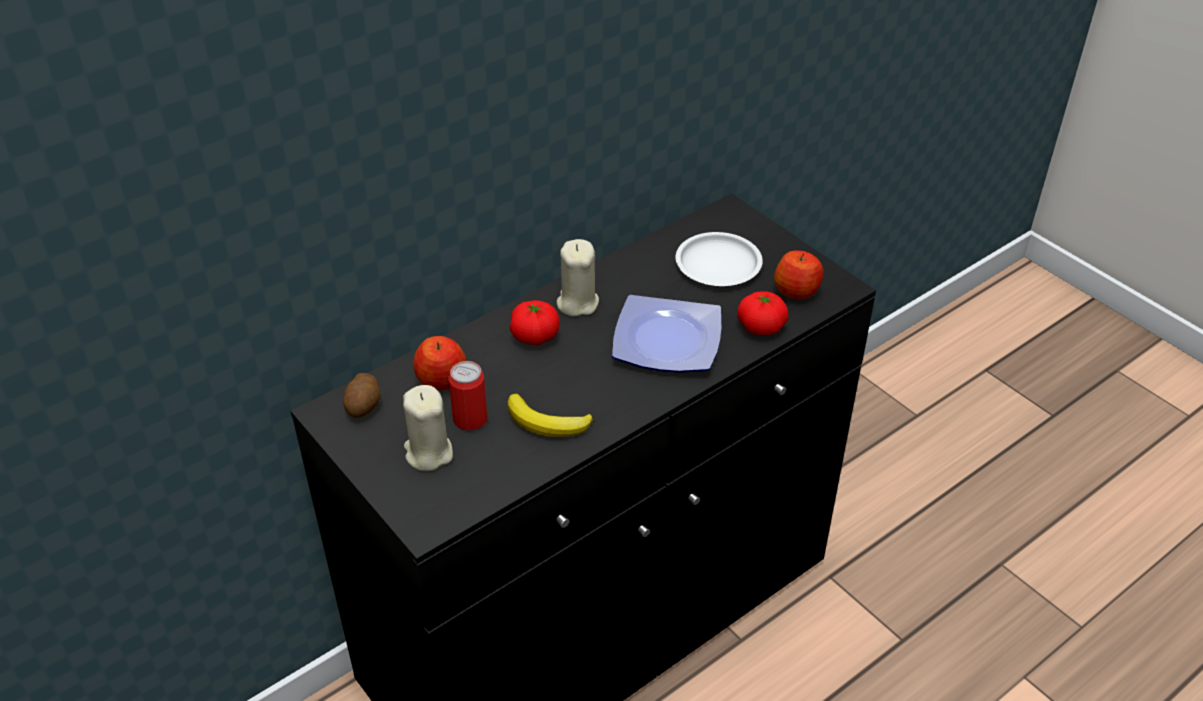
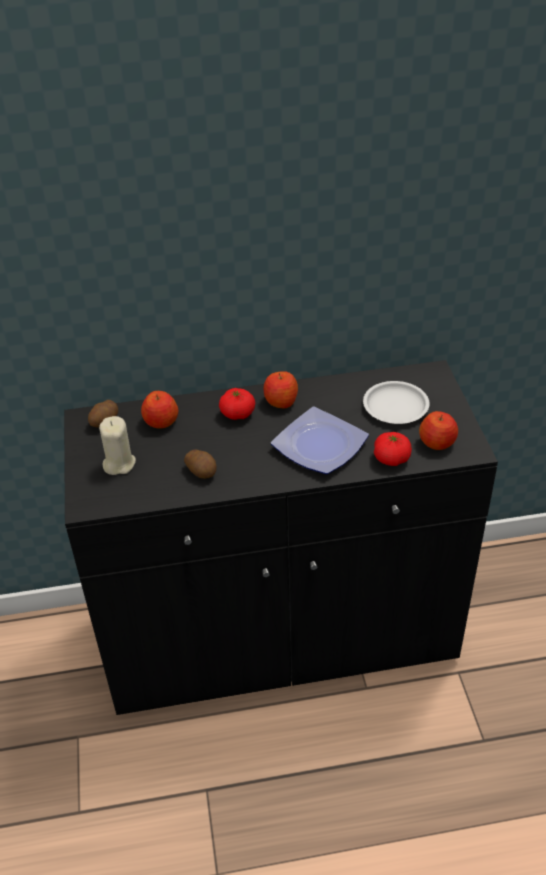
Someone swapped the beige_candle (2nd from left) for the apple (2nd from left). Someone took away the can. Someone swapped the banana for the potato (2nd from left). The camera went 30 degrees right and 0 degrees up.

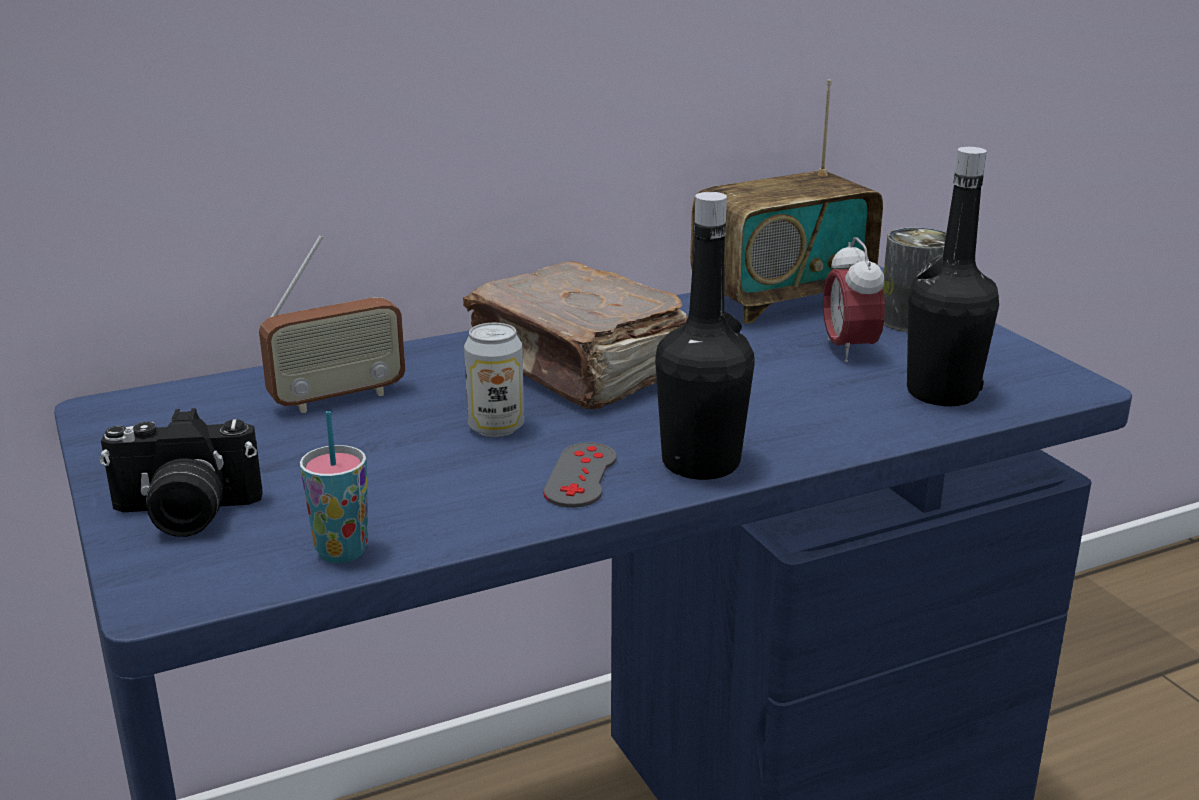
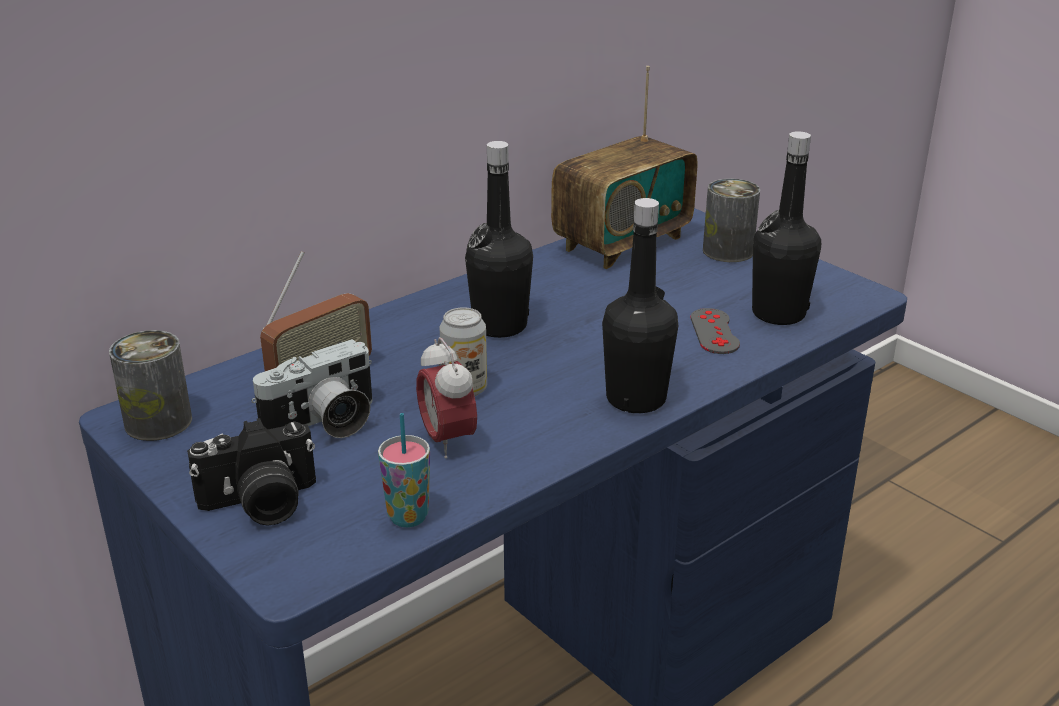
Someone carried the alarm_clock. Someone swapped the brown_book for the black_bottle (1st from left). Someone carried the grey_game_controller. Someone put down the can (1st from left). Someone put down the photo_camera (2nd from left). The camera went 15 degrees left and 5 degrees up.

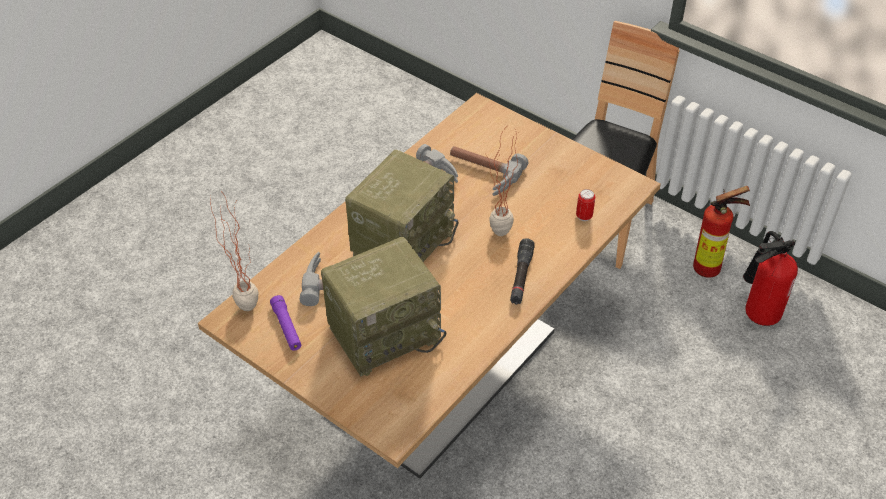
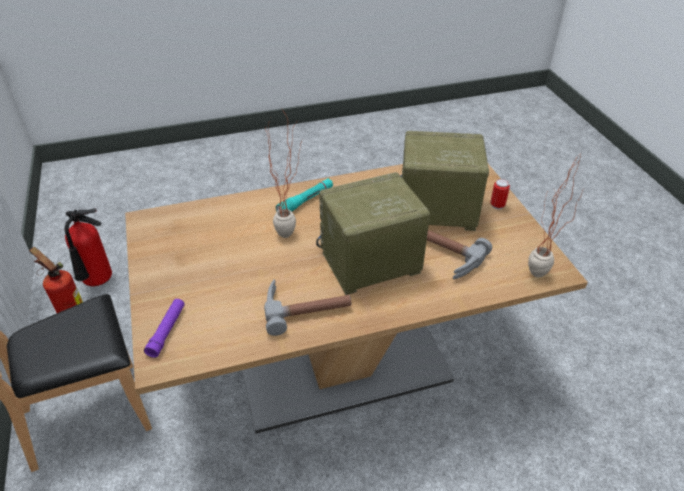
Someone took away the hammer (3rd from left). Someone carried the can. Someone repainted the black_flashlight, which became the turquoise_flashlight. Someone carried the purple_flashlight. The camera went 145 degrees left and 5 degrees down.

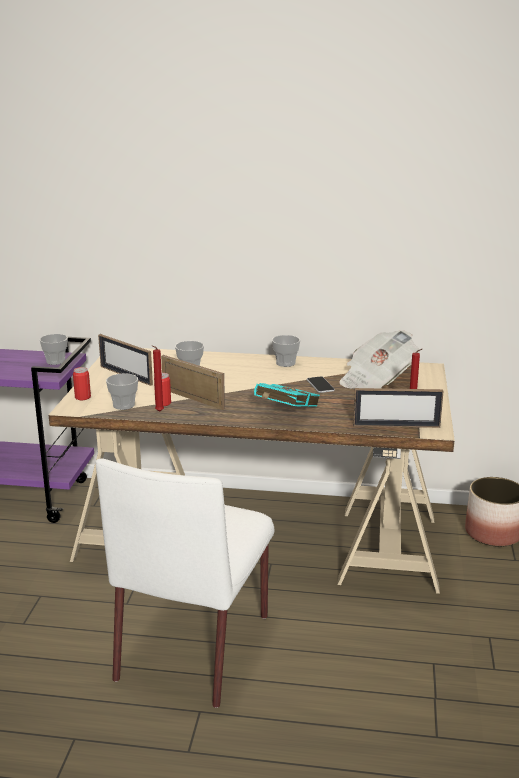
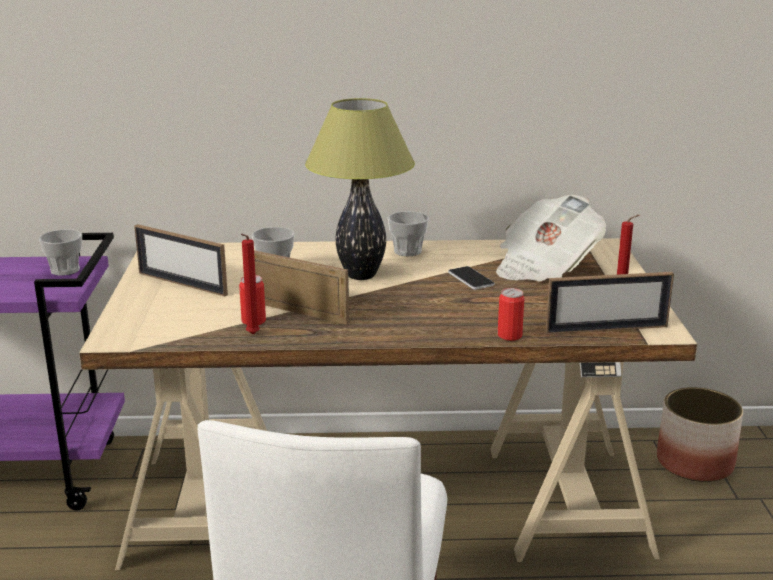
Someone carried the can (1st from left in the first image). Someone took away the cup (2nd from left). Someone took away the turquoise_book. Someone put down the table_lamp. The camera went 10 degrees left and 0 degrees up.

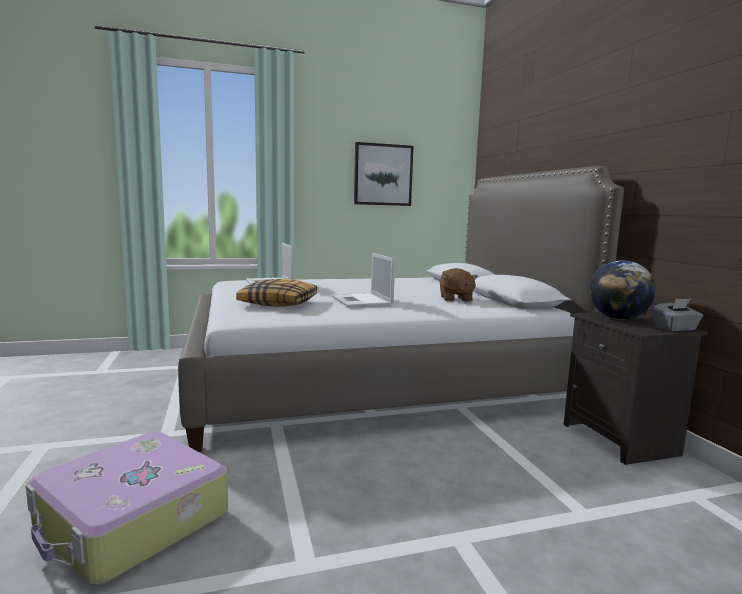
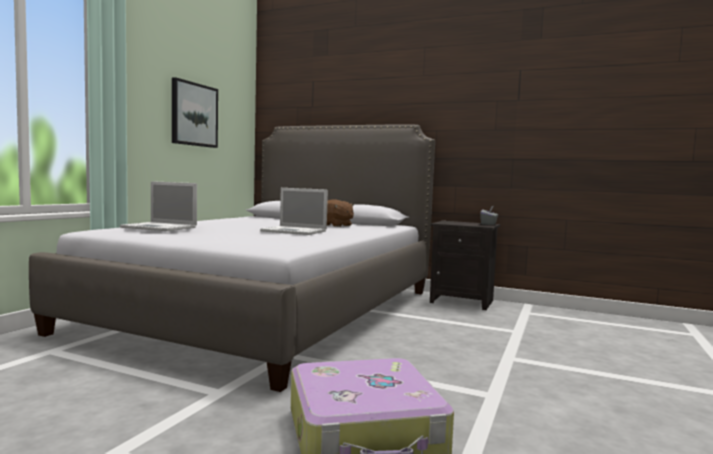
Someone took away the globe. Someone took away the pillow. The camera went 50 degrees left and 5 degrees down.

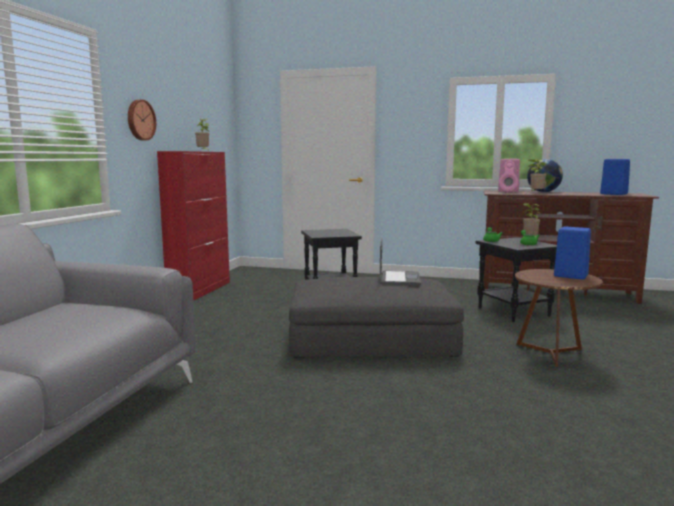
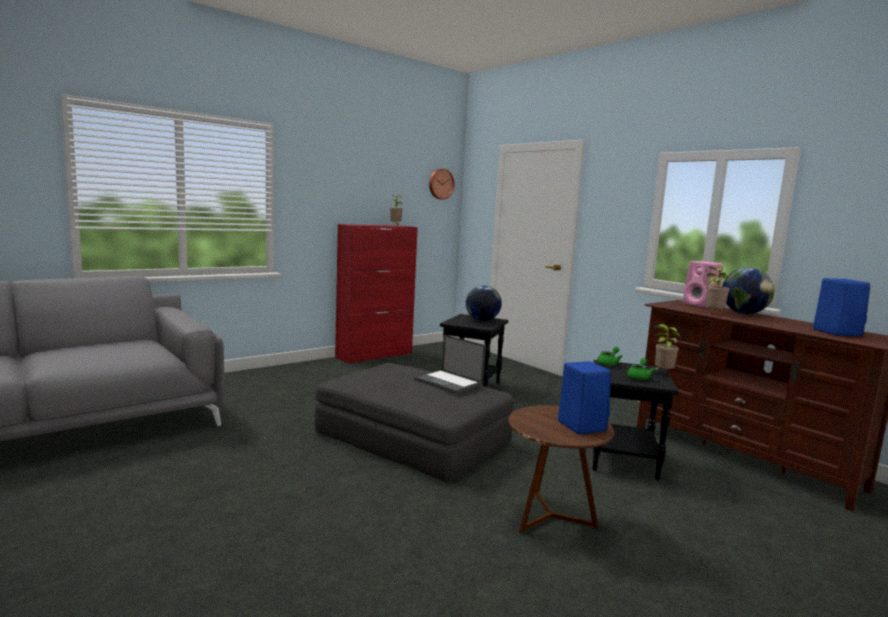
Someone carried the wall_clock. Someone rotated the laptop by 90 degrees clockwise. Someone put down the globe (1st from left). The camera went 35 degrees right and 0 degrees up.

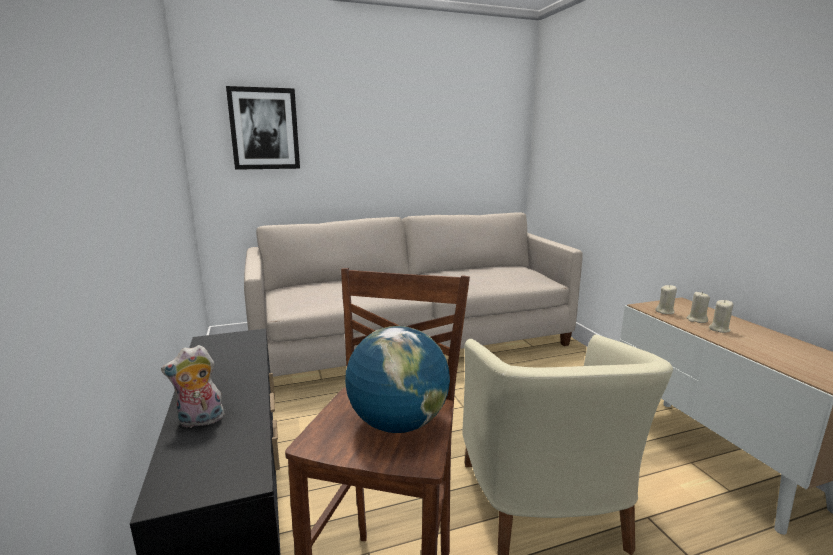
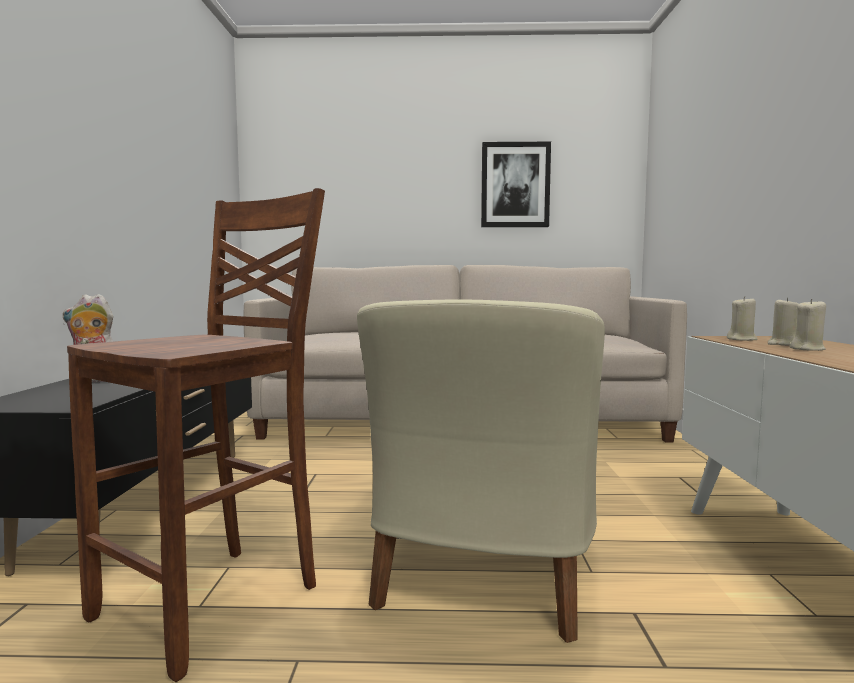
Someone carried the picture. Someone took away the globe. The camera went 20 degrees right and 10 degrees down.

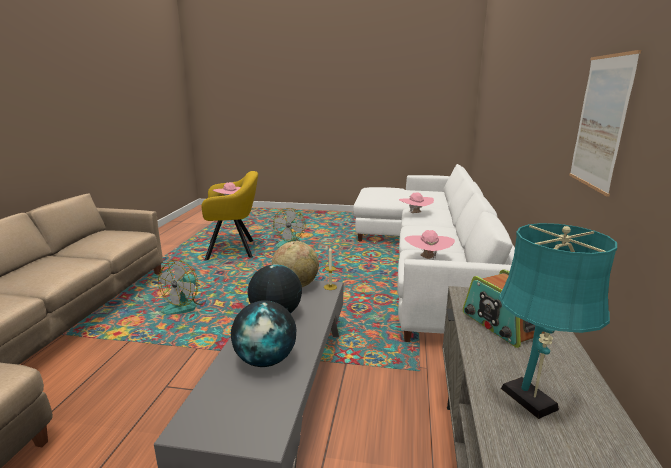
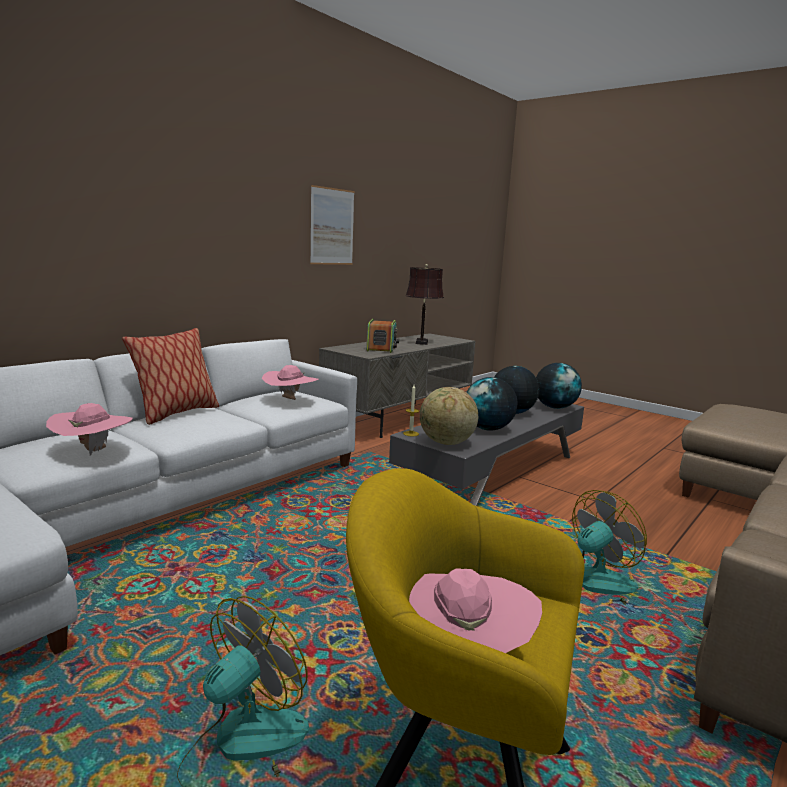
Someone repainted the turquoise_table_lamp, which became the brown_table_lamp. Someone put down the pillow. Someone put down the globe (4th from left). The camera went 150 degrees left and 5 degrees down.

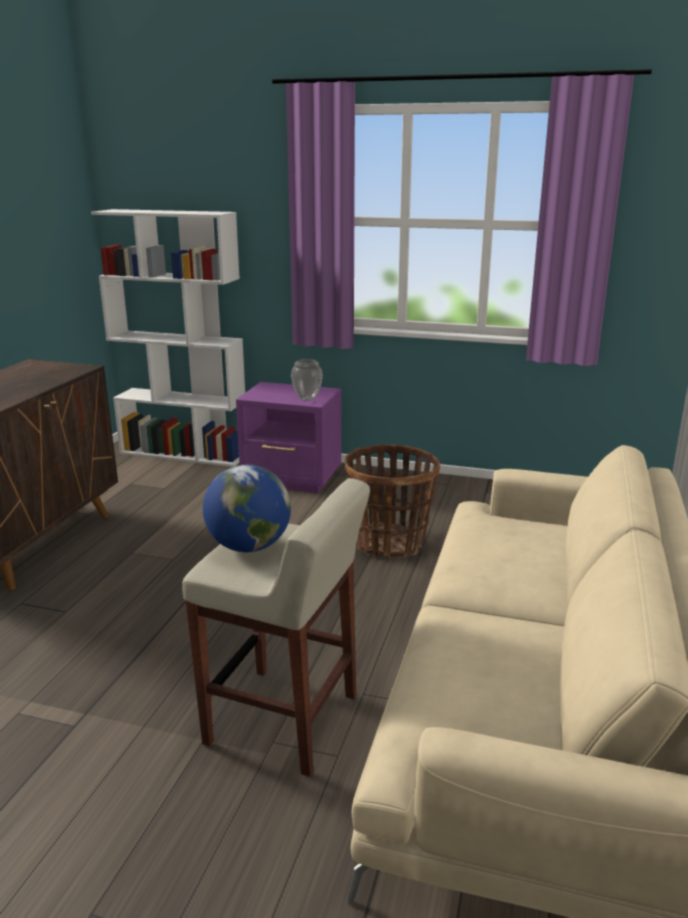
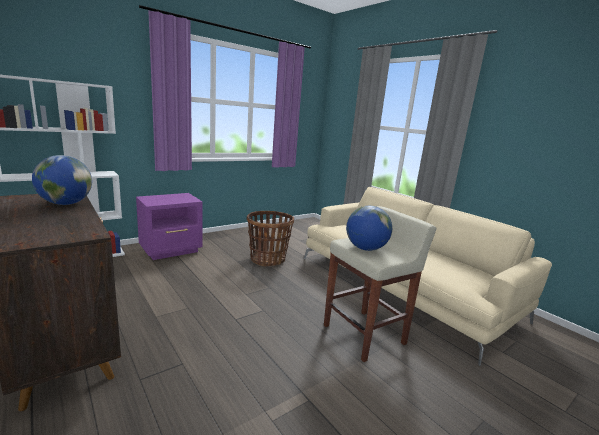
Someone took away the vase. Someone put down the globe (1st from left). The camera went 55 degrees left and 5 degrees down.

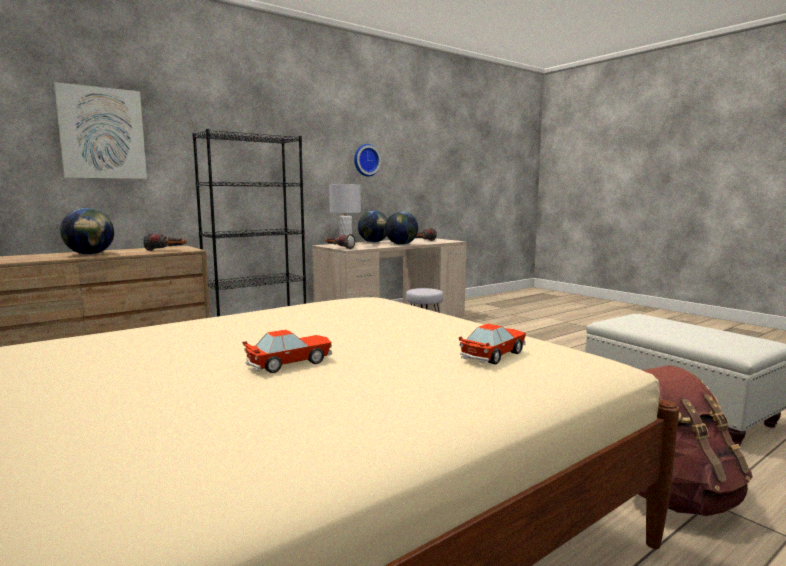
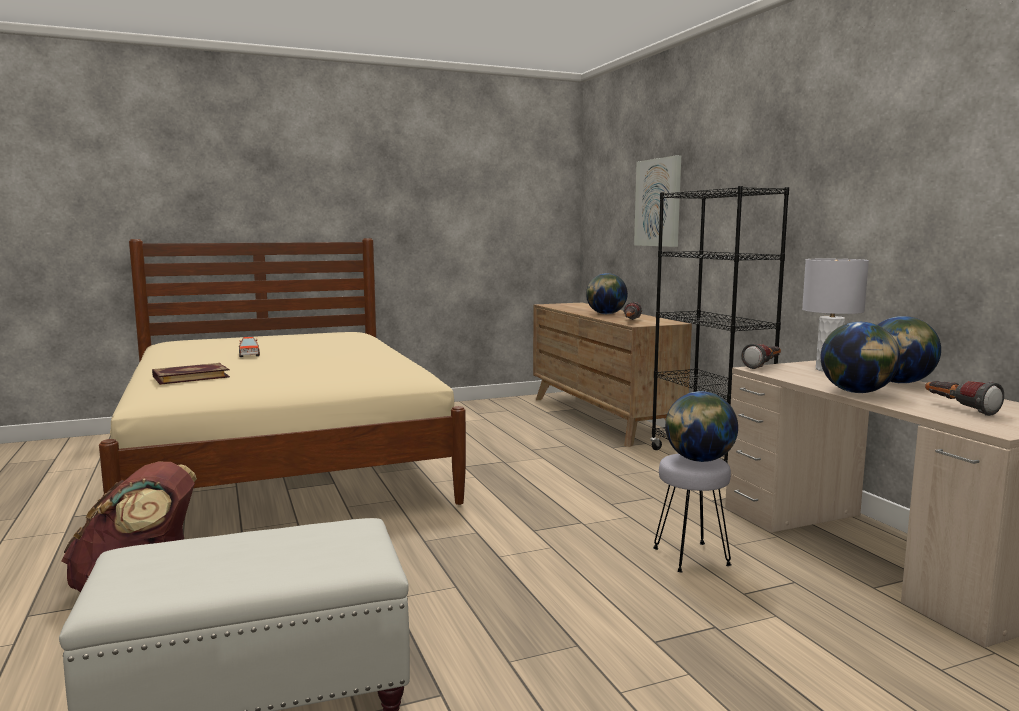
Someone took away the wall_clock. Someone swapped the toy_car (2nd from left) for the book. Someone put down the globe (2nd from left). The camera went 105 degrees right and 0 degrees up.

